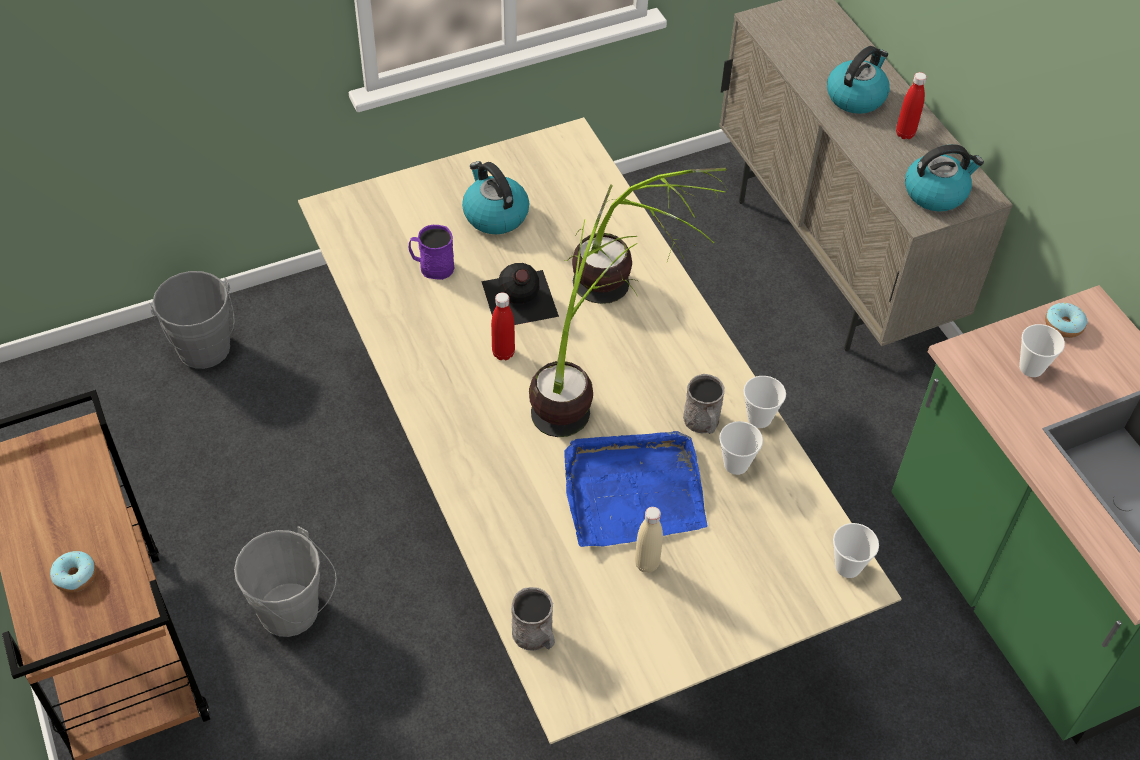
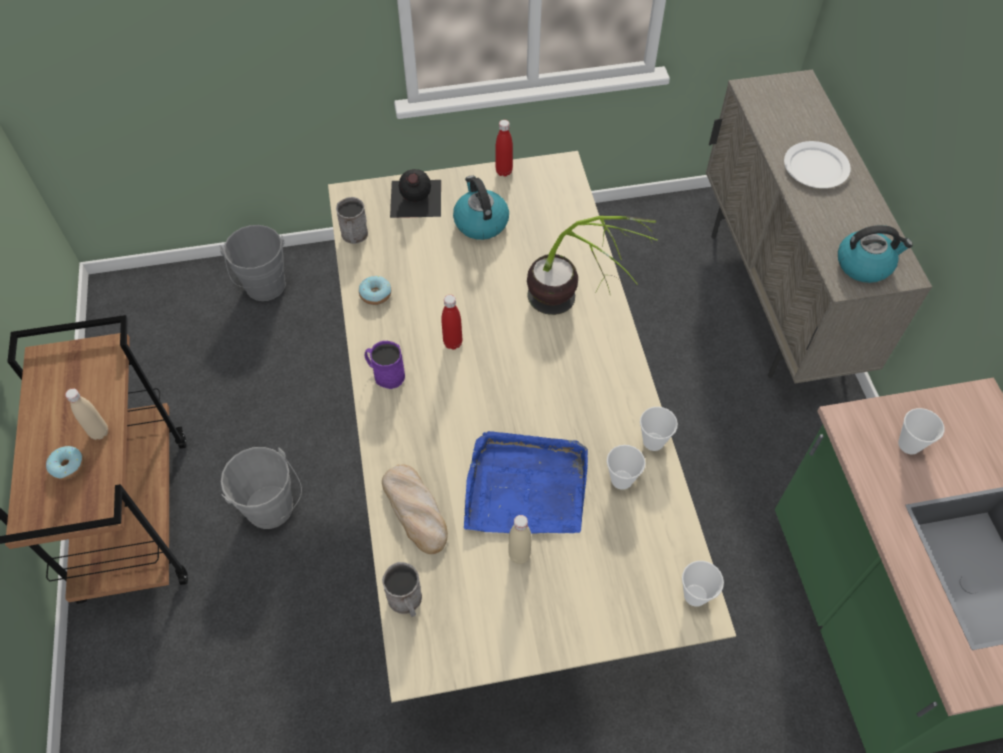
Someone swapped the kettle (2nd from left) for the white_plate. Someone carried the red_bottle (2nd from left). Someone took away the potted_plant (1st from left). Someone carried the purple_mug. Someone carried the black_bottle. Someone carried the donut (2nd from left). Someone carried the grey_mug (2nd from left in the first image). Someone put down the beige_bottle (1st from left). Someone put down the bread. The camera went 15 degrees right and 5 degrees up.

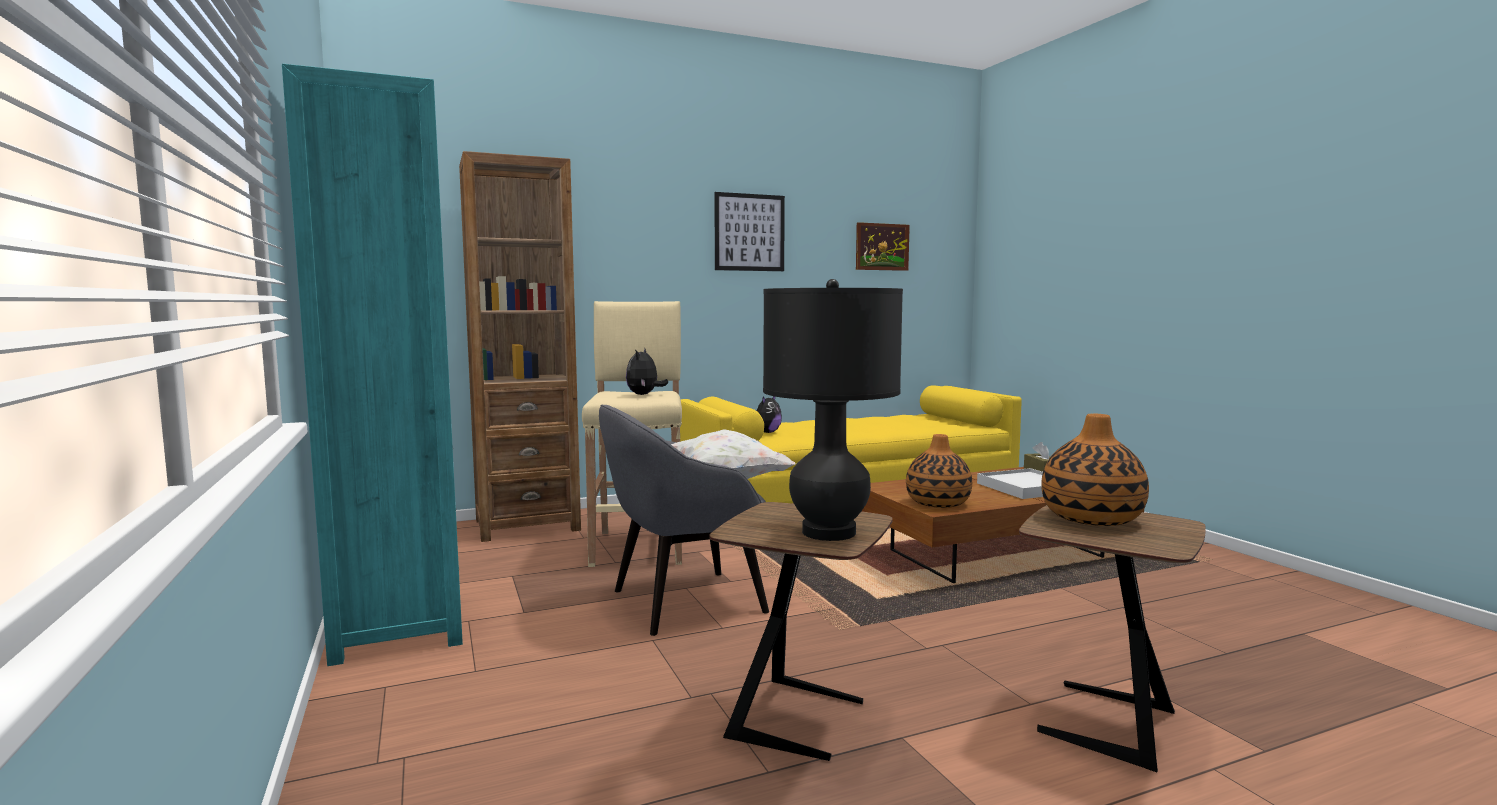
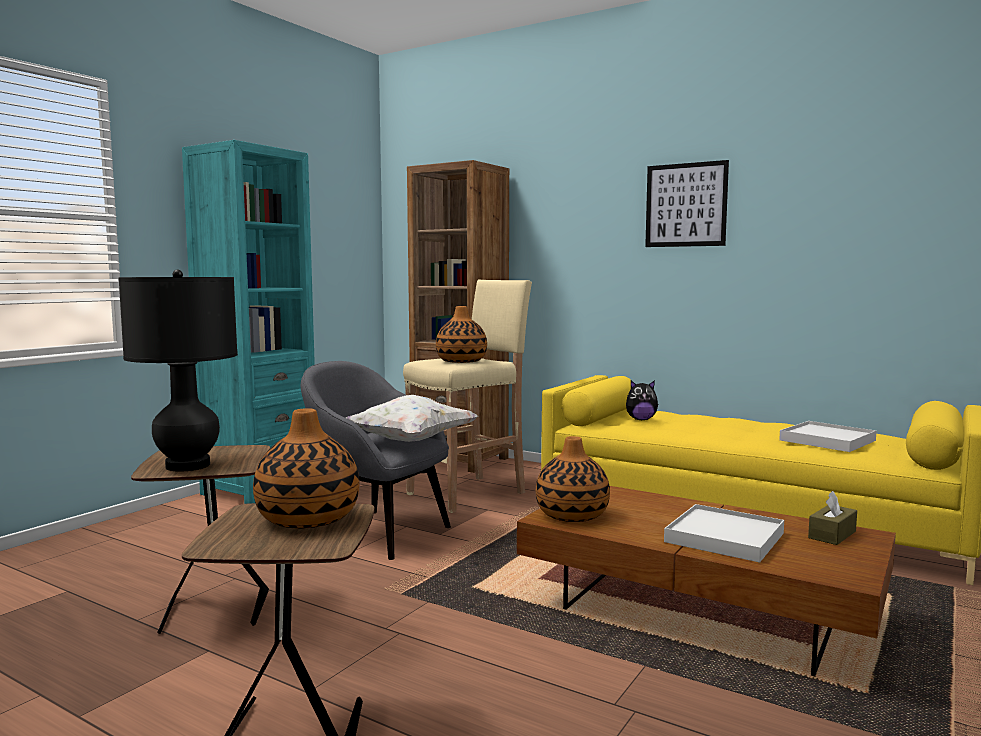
Someone took away the picture (2nd from left). Someone swapped the plush_toy (1st from left) for the vase (2nd from left). Someone put down the white_tray (2nd from left). The camera went 55 degrees right and 0 degrees up.

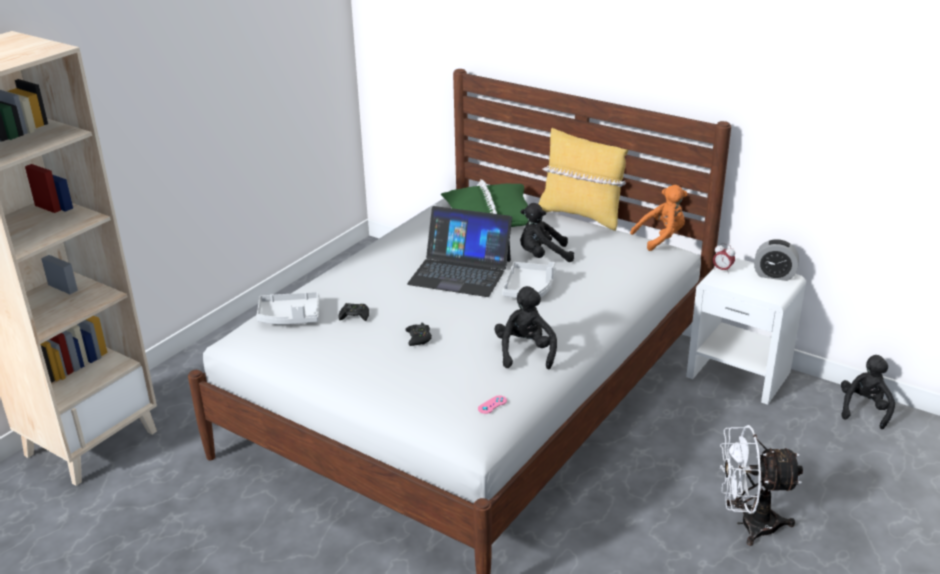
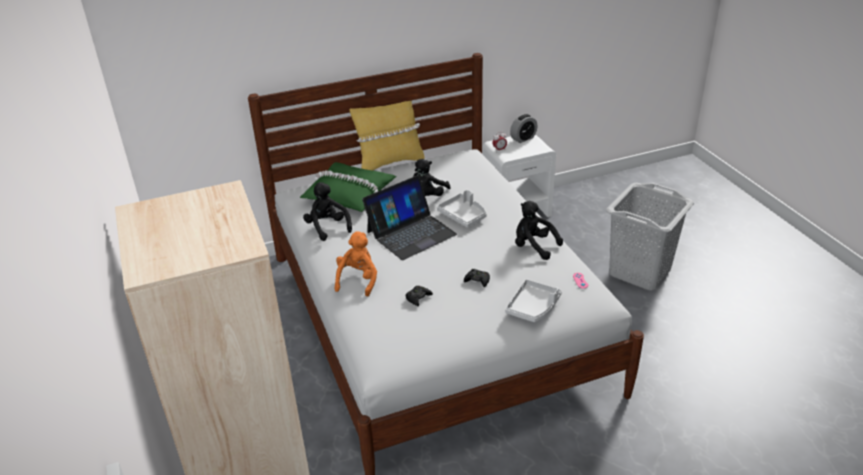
Someone carried the orange_plush_toy. Someone carried the grey_tray (1st from left in the first image). Someone carried the black_plush_toy (3rd from left in the first image). Someone swapped the white_fan for the grey_laundry_basket. The camera went 55 degrees left and 5 degrees up.

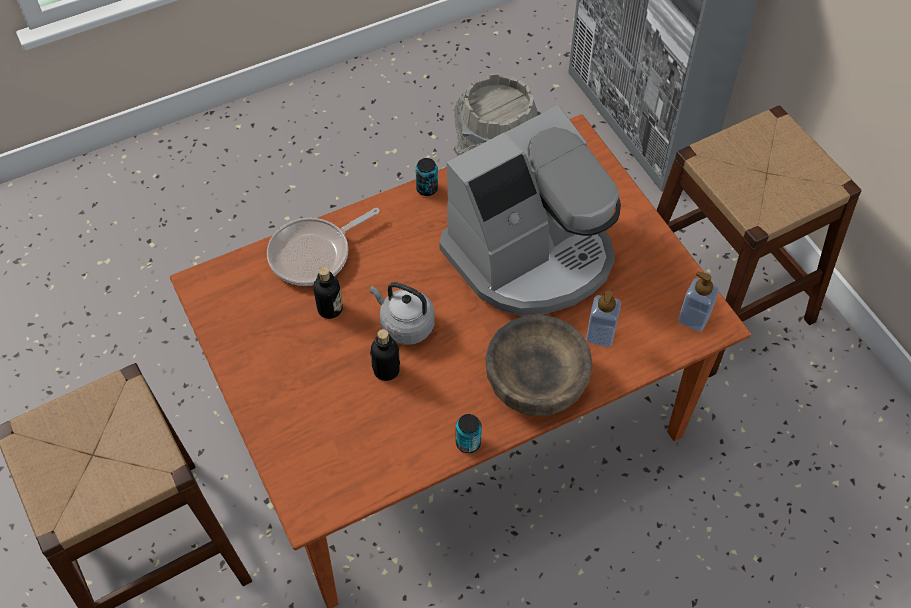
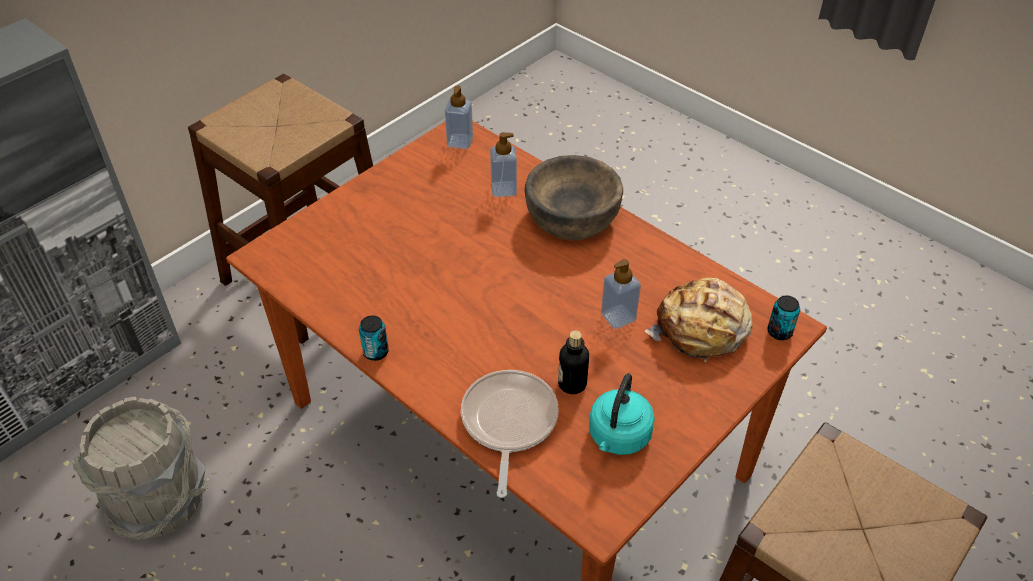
Someone took away the coffee_machine. Someone rotated the frying_pan by 120 degrees counterclockwise. Someone took away the grey_kettle. Someone swapped the bottle (2nd from left) for the soap_dispenser (3rd from left). Someone carried the can (2nd from left). Someone put down the bread. Someone put down the turquoise_kettle. The camera went 110 degrees left and 10 degrees down.

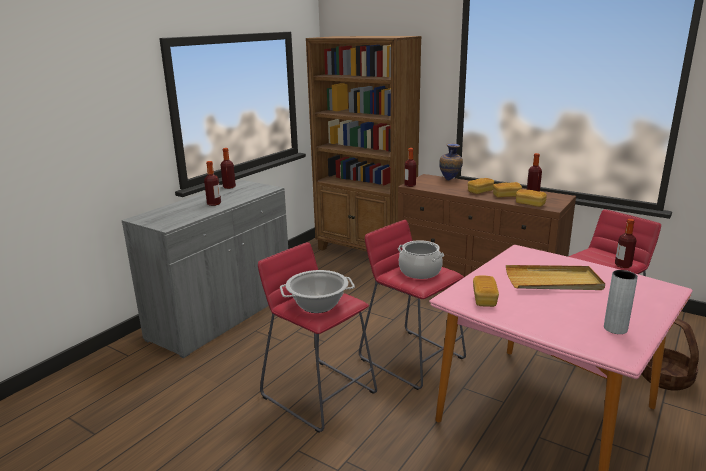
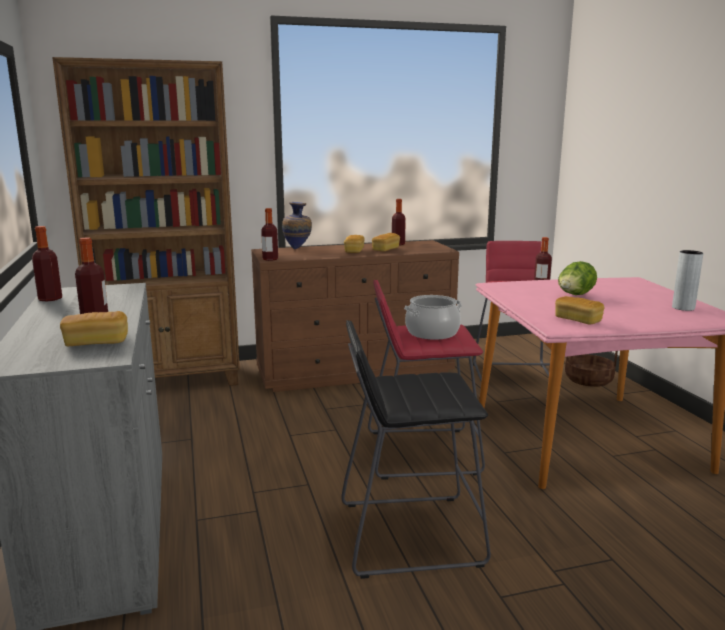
Someone carried the bread (4th from left in the first image). Someone repainted the red_stool (1st from left), which became the black_stool. Someone swapped the beige_tray for the lettuce. Someone took away the cooking_pot (1st from left). The camera went 50 degrees left and 5 degrees down.

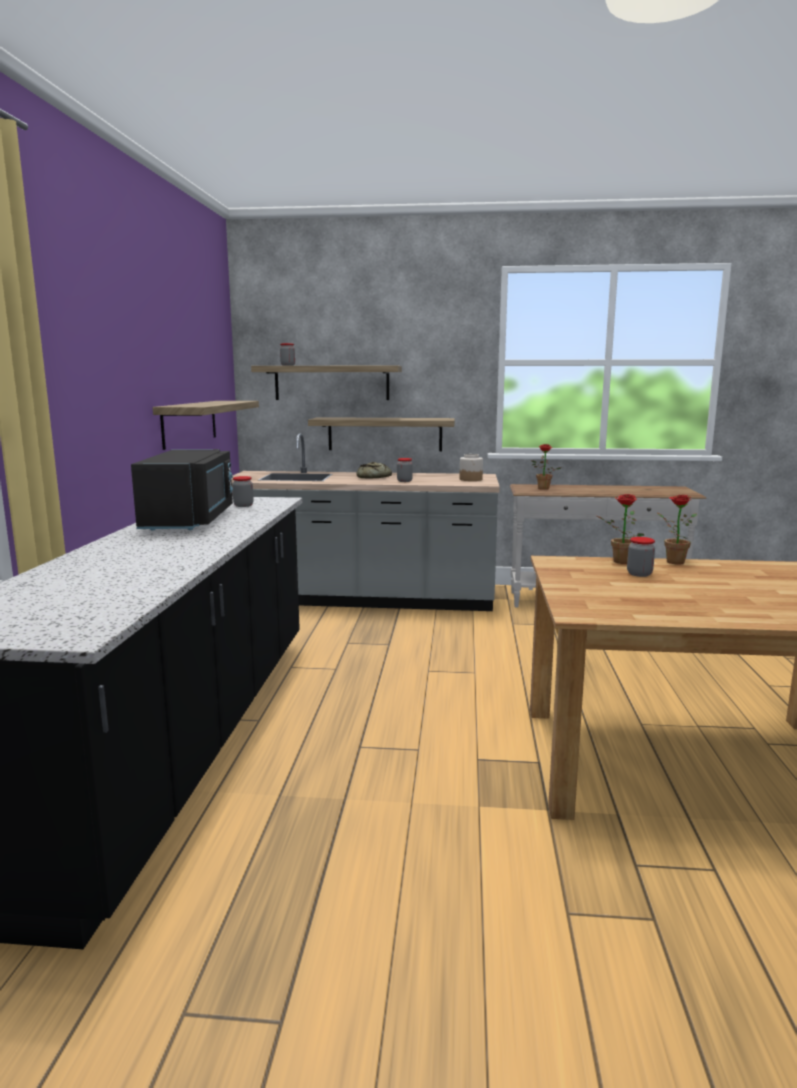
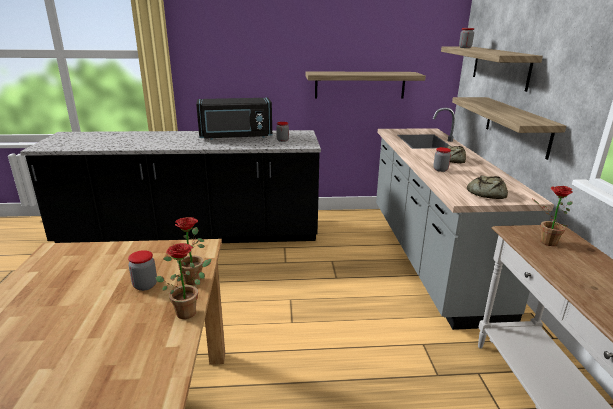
Someone swapped the jar (4th from left) for the bread (2nd from left). The camera went 80 degrees right and 10 degrees up.

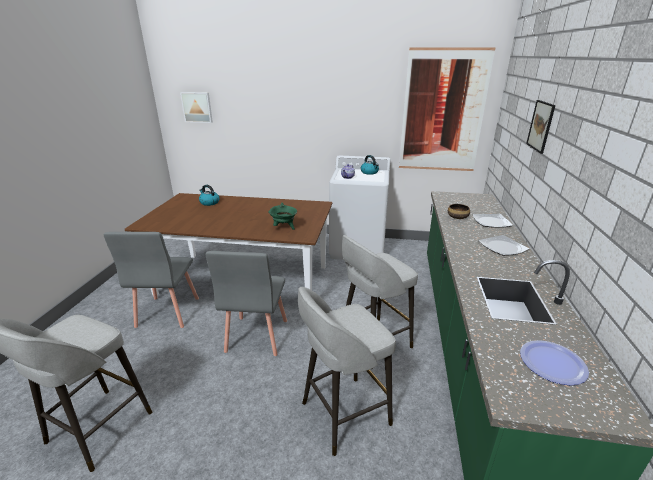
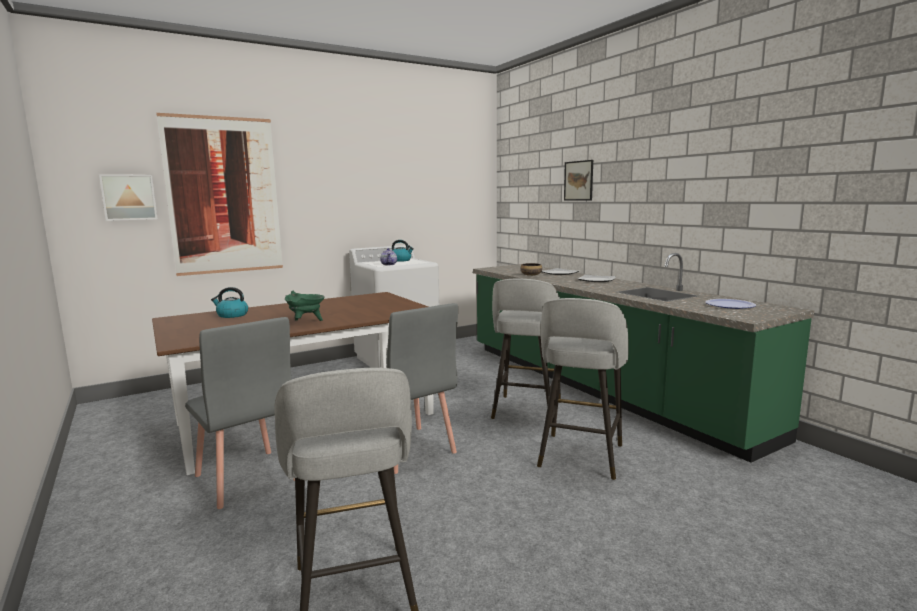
Someone carried the picture (2nd from left). Someone carried the green_cooking_pot. The camera went 40 degrees left and 15 degrees down.

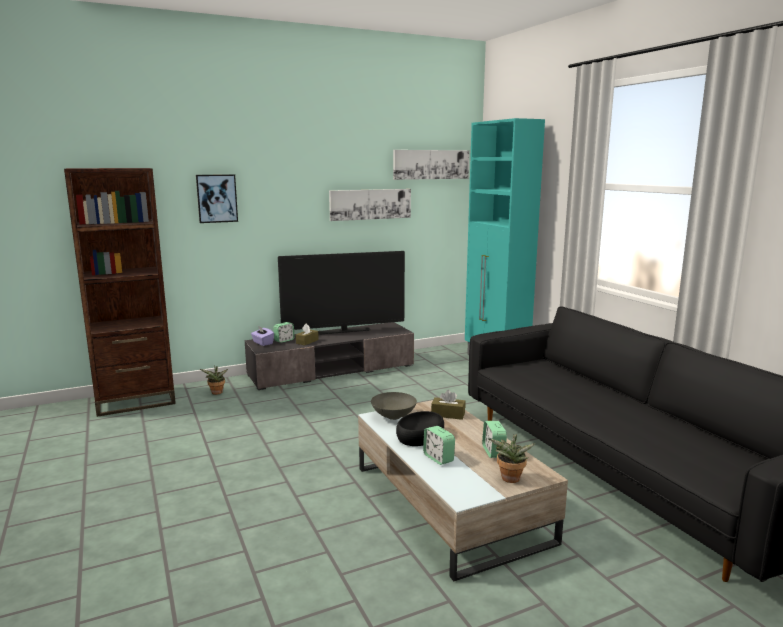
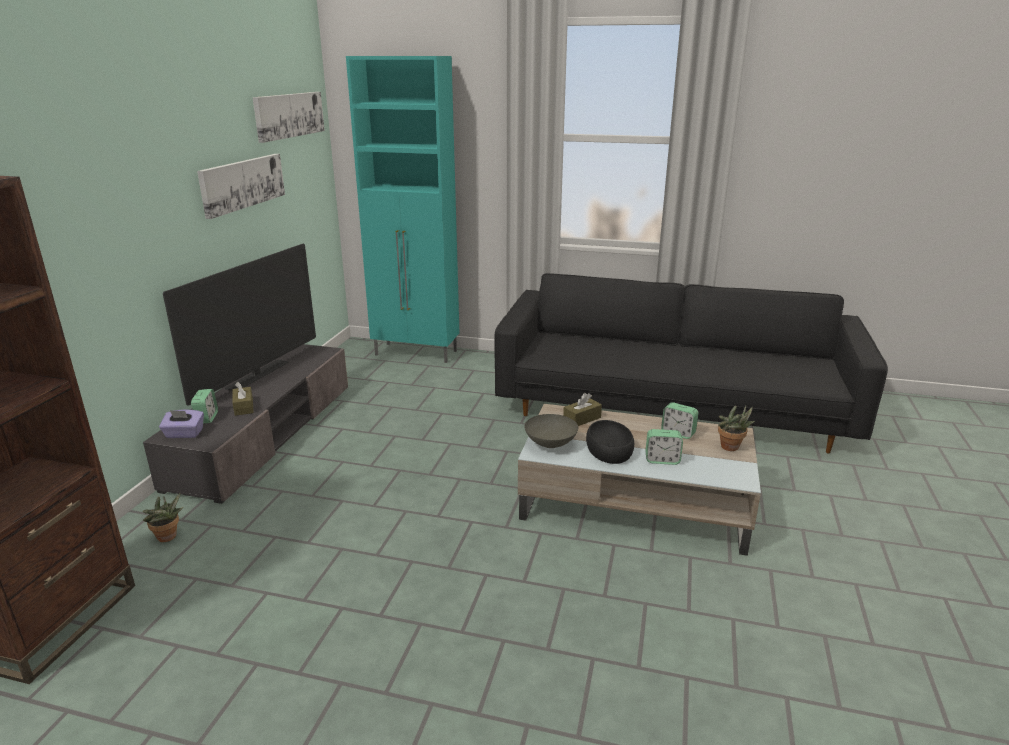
Someone took away the picture (1st from left). The camera went 50 degrees left and 10 degrees up.

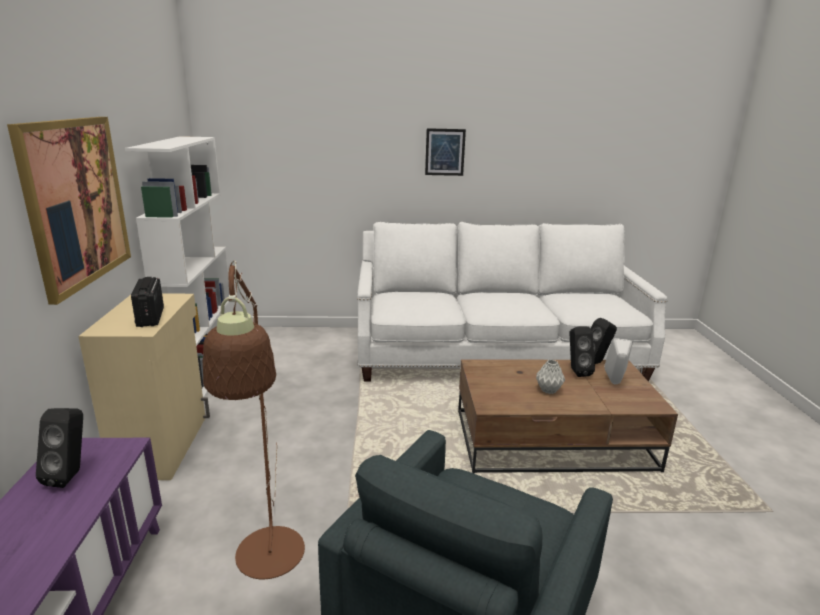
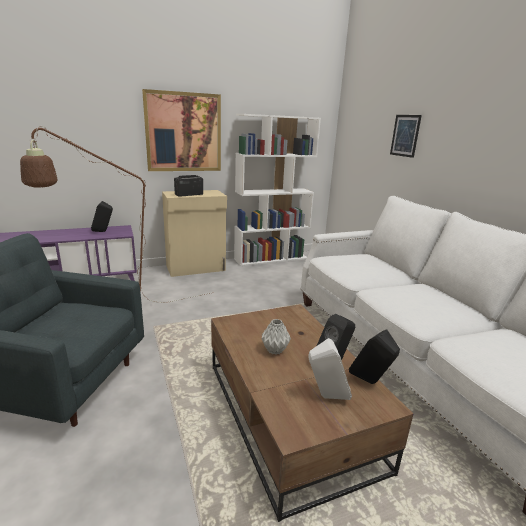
Someone carried the picture (2nd from left). The camera went 70 degrees right and 0 degrees up.

